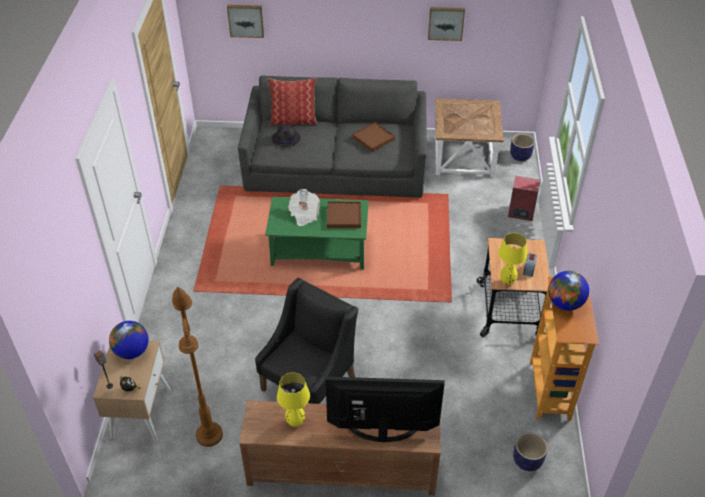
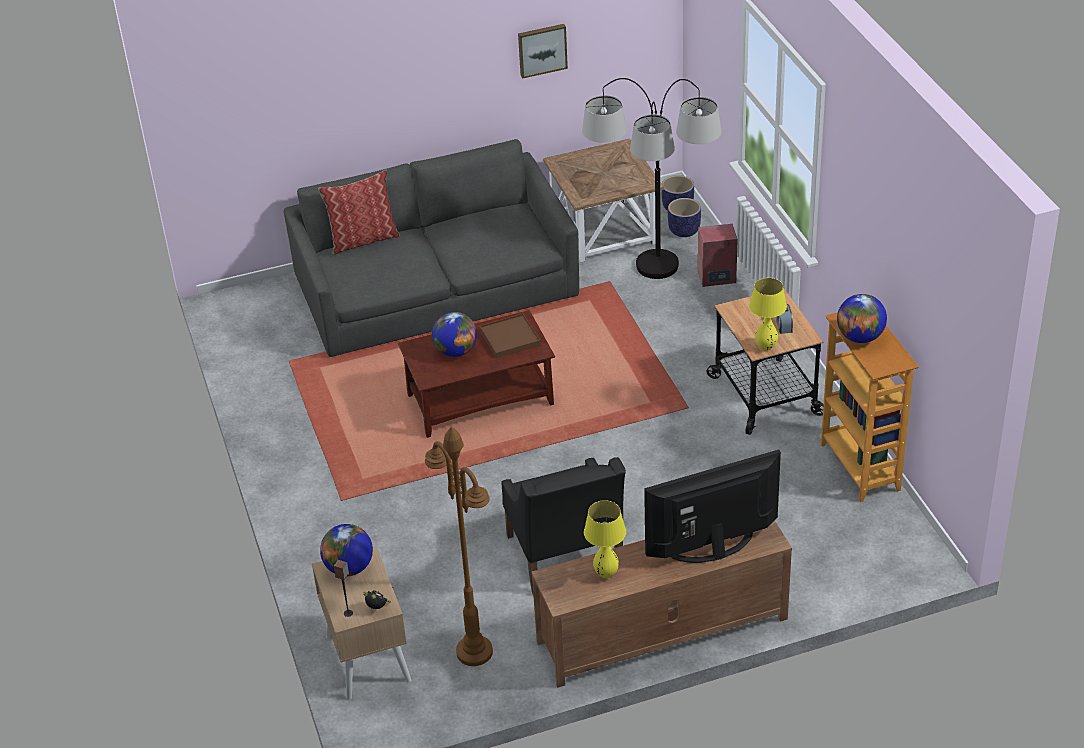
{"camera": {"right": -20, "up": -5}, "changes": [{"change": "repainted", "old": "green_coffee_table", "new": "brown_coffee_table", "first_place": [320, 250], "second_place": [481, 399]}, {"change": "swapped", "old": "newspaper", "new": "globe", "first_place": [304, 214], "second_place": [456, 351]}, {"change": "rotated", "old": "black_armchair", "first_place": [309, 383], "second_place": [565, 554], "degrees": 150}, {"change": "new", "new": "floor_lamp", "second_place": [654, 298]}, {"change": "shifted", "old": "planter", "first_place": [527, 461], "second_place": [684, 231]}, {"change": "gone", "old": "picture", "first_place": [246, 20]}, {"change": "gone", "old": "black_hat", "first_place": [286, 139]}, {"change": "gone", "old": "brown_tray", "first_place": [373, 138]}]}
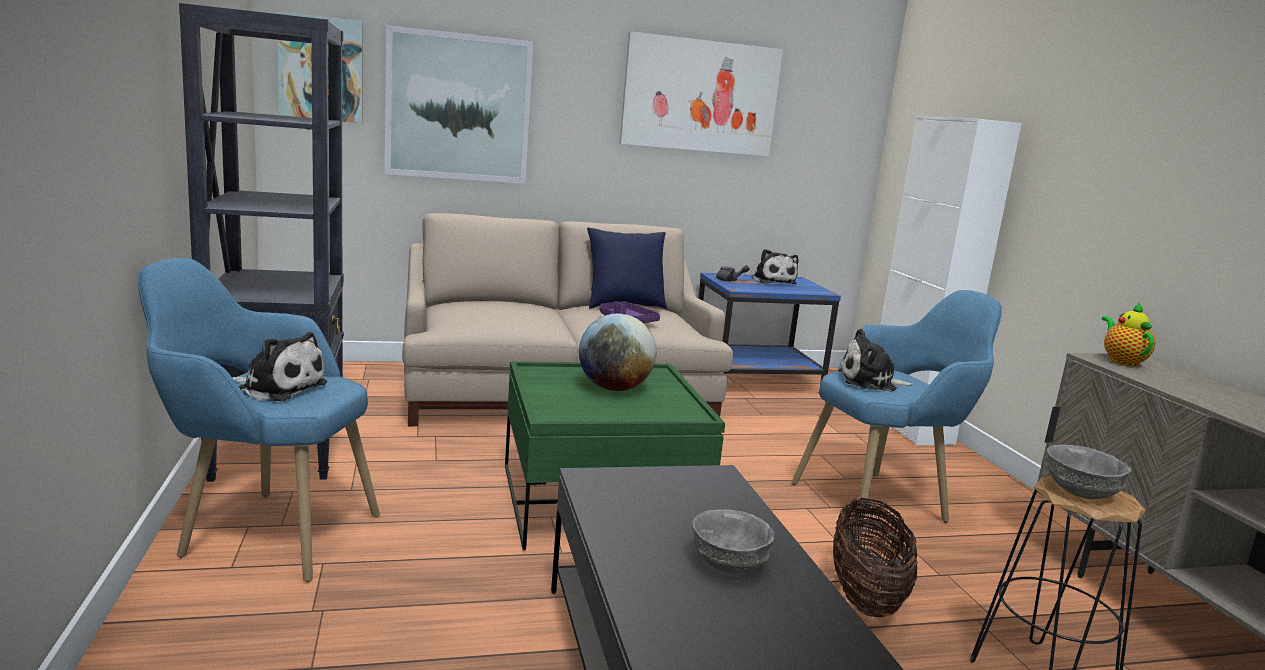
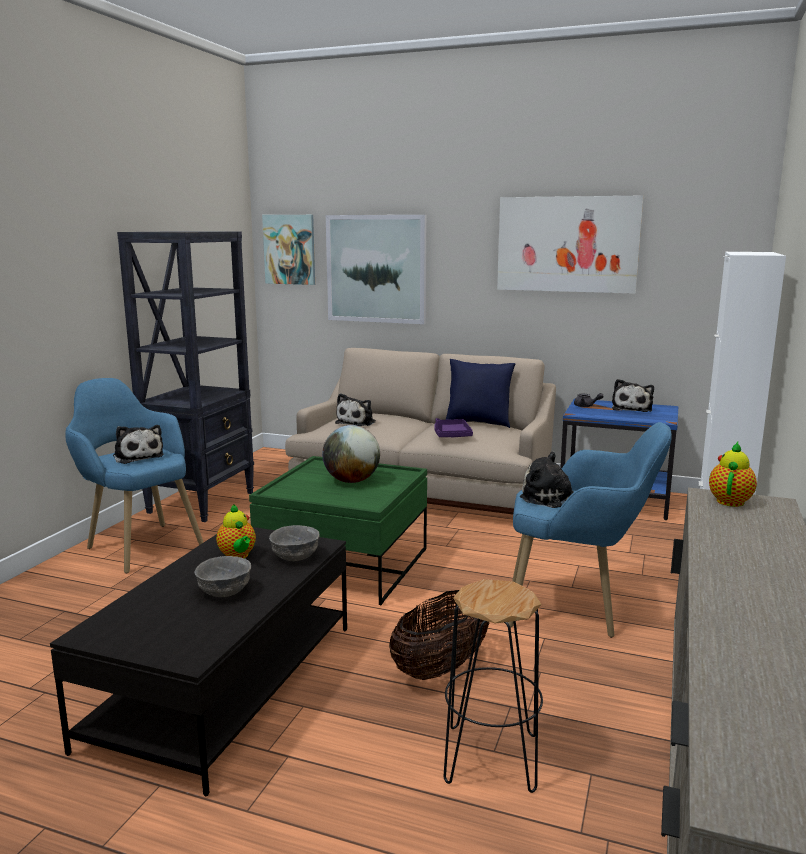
{"camera": {"right": 35, "up": 0}, "changes": [{"change": "new", "new": "teapot", "second_place": [238, 556]}, {"change": "shifted", "old": "grey_bowl", "first_place": [1081, 491], "second_place": [296, 557]}, {"change": "new", "new": "plush_toy", "second_place": [357, 422]}]}
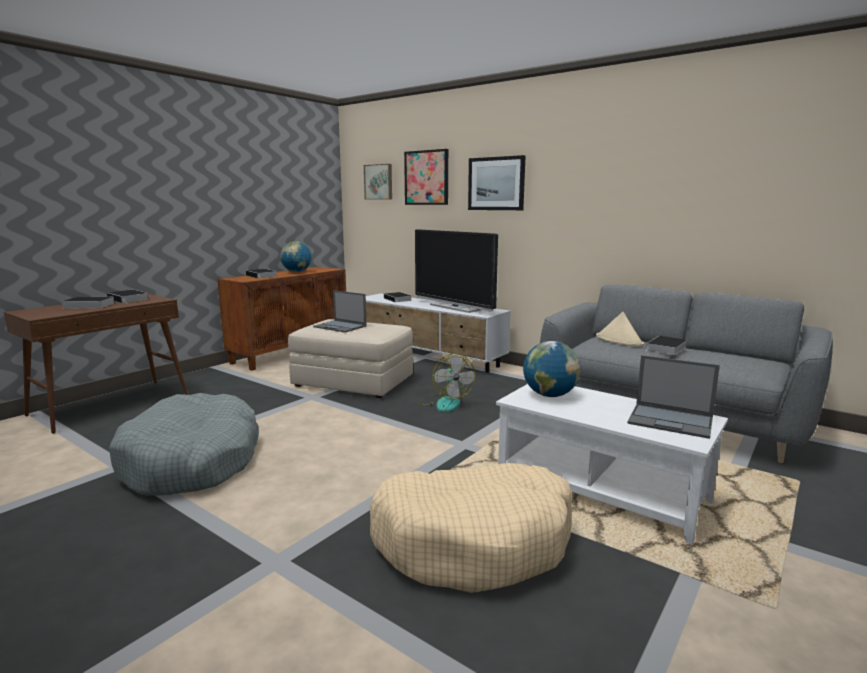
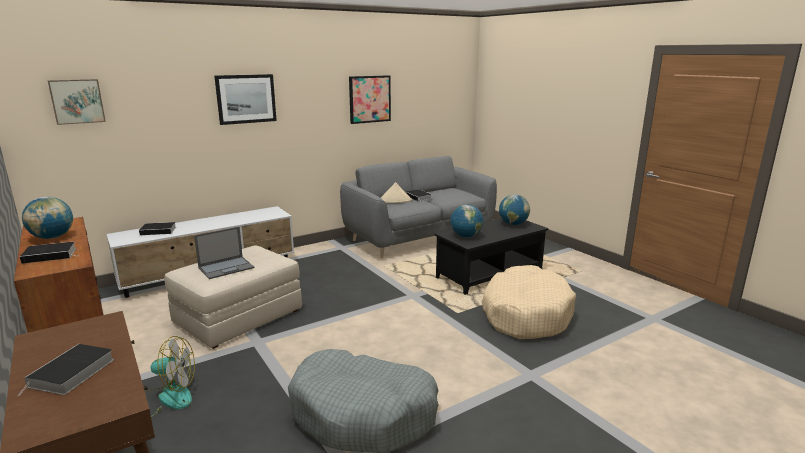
{"camera": {"right": -70, "up": 5}, "changes": [{"change": "shifted", "old": "fan", "first_place": [445, 403], "second_place": [166, 398]}, {"change": "shifted", "old": "picture", "first_place": [427, 177], "second_place": [369, 99]}, {"change": "repainted", "old": "white_coffee_table", "new": "black_coffee_table", "first_place": [601, 490], "second_place": [489, 274]}, {"change": "swapped", "old": "laptop", "new": "globe", "first_place": [671, 421], "second_place": [513, 224]}, {"change": "gone", "old": "book", "first_place": [129, 299]}, {"change": "gone", "old": "television", "first_place": [455, 307]}]}
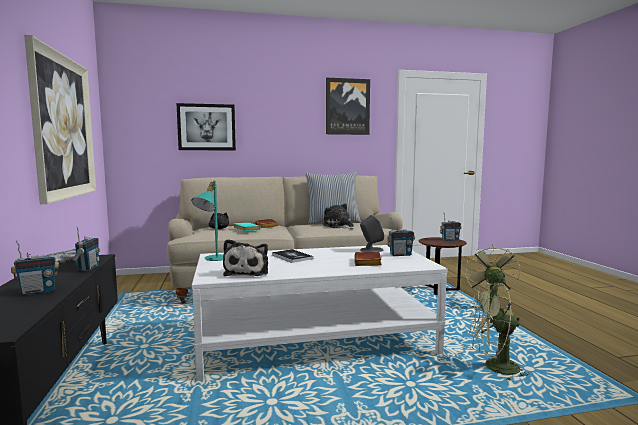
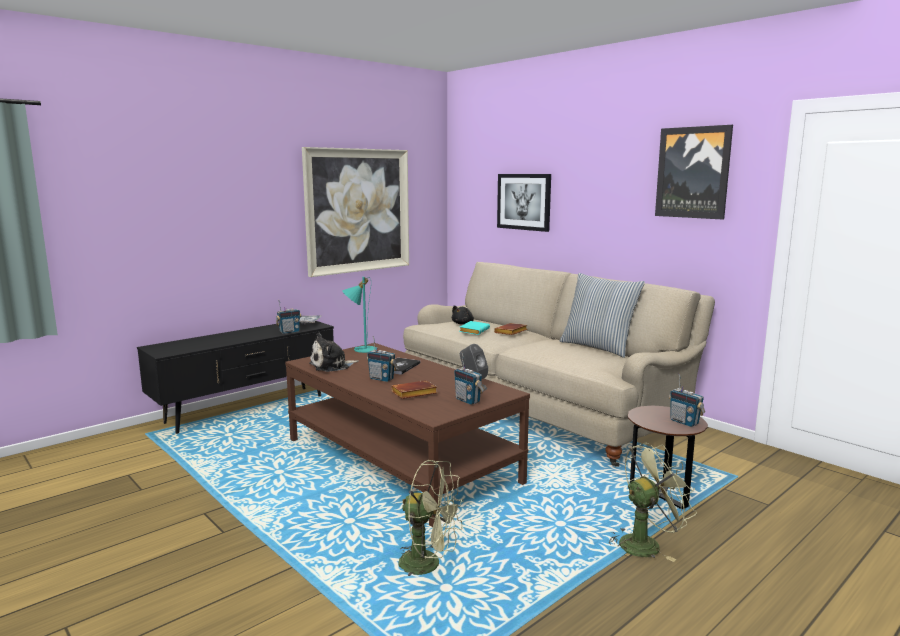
{"camera": {"right": 60, "up": 5}, "changes": [{"change": "repainted", "old": "white_coffee_table", "new": "brown_coffee_table", "first_place": [316, 341], "second_place": [400, 461]}, {"change": "shifted", "old": "radio", "first_place": [38, 291], "second_place": [382, 379]}, {"change": "rotated", "old": "green_fan", "first_place": [494, 368], "second_place": [429, 564], "degrees": 135}, {"change": "gone", "old": "plush_toy", "first_place": [339, 226]}]}
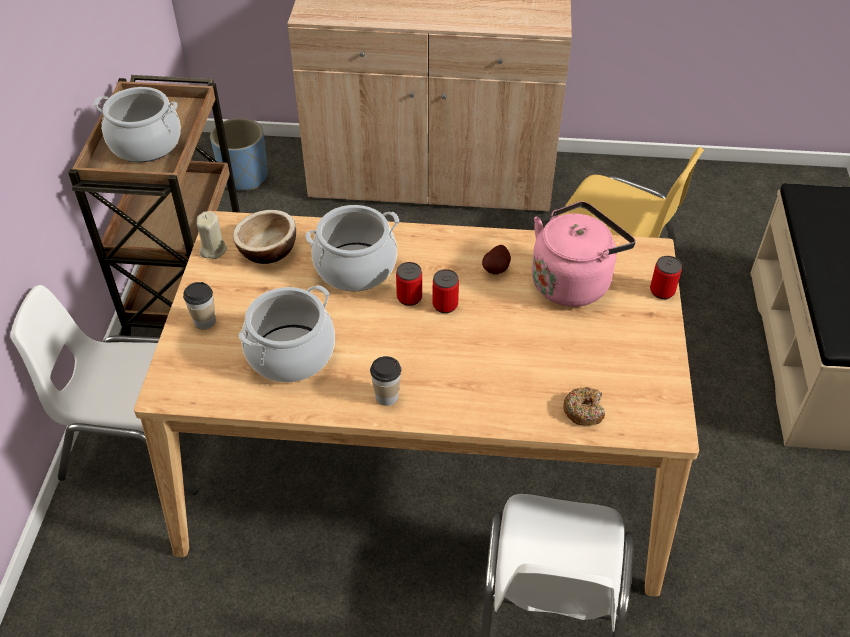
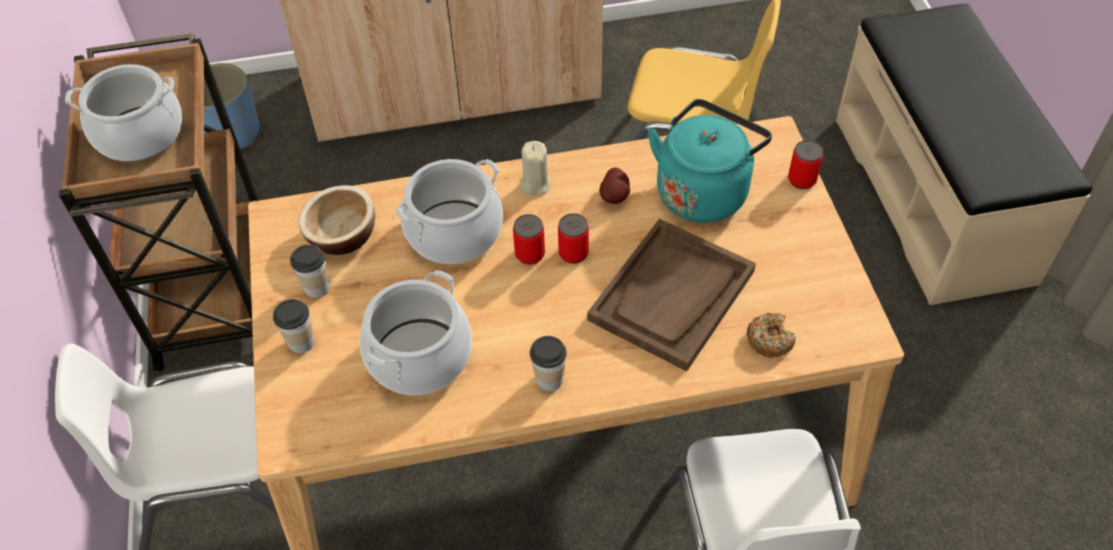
{"camera": {"right": -15, "up": 5}, "changes": [{"change": "new", "new": "cup", "second_place": [317, 287]}, {"change": "shifted", "old": "beige_candle", "first_place": [213, 250], "second_place": [535, 184]}, {"change": "new", "new": "brown_tray", "second_place": [672, 296]}, {"change": "repainted", "old": "pink_kettle", "new": "turquoise_kettle", "first_place": [573, 281], "second_place": [703, 191]}]}
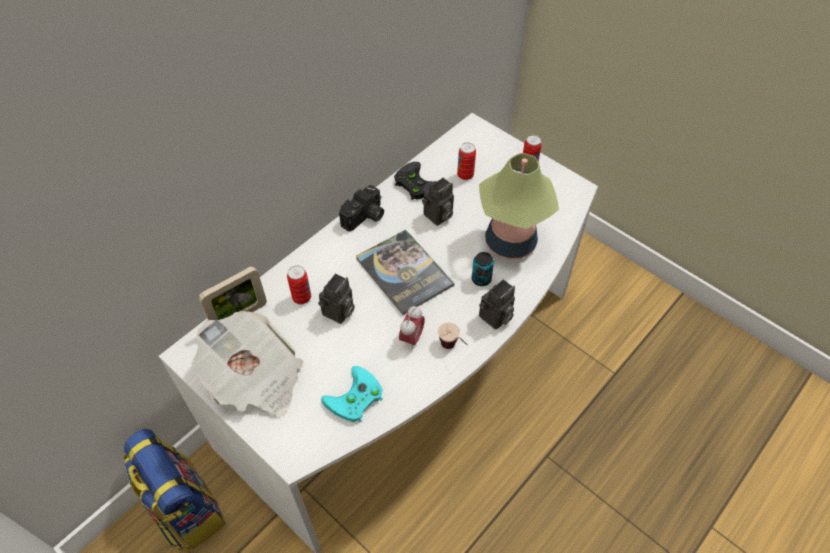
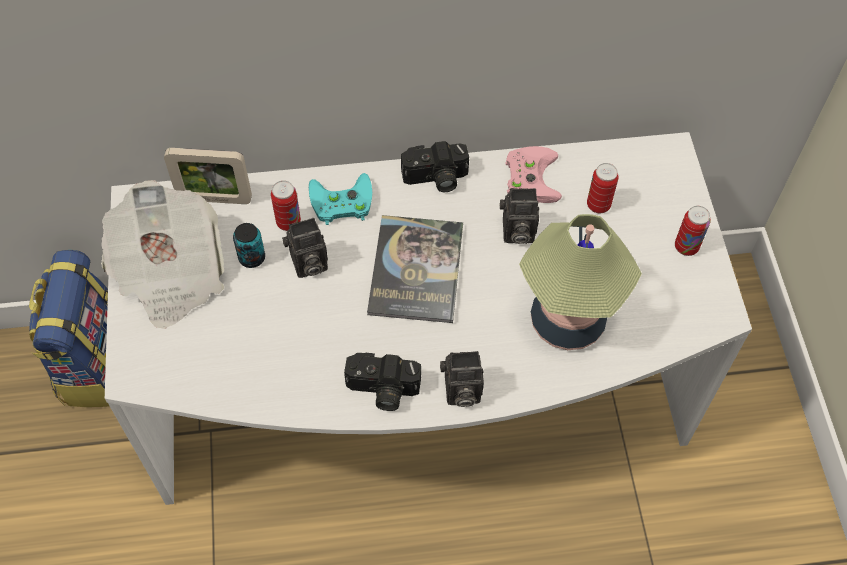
{"camera": {"right": 40, "up": 5}, "changes": [{"change": "shifted", "old": "can", "first_place": [481, 279], "second_place": [252, 258]}, {"change": "shifted", "old": "turquoise_game_controller", "first_place": [354, 399], "second_place": [340, 203]}, {"change": "swapped", "old": "cup", "new": "photo_camera", "first_place": [453, 349], "second_place": [382, 390]}, {"change": "repainted", "old": "black_game_controller", "new": "pink_game_controller", "first_place": [415, 183], "second_place": [529, 176]}, {"change": "gone", "old": "alarm_clock", "first_place": [411, 338]}]}
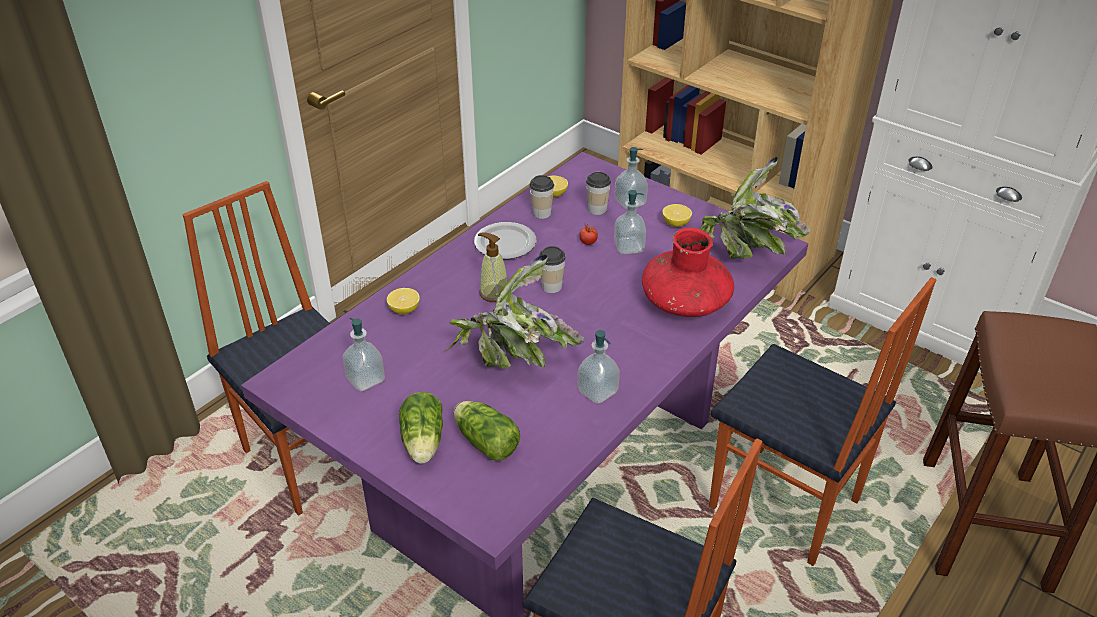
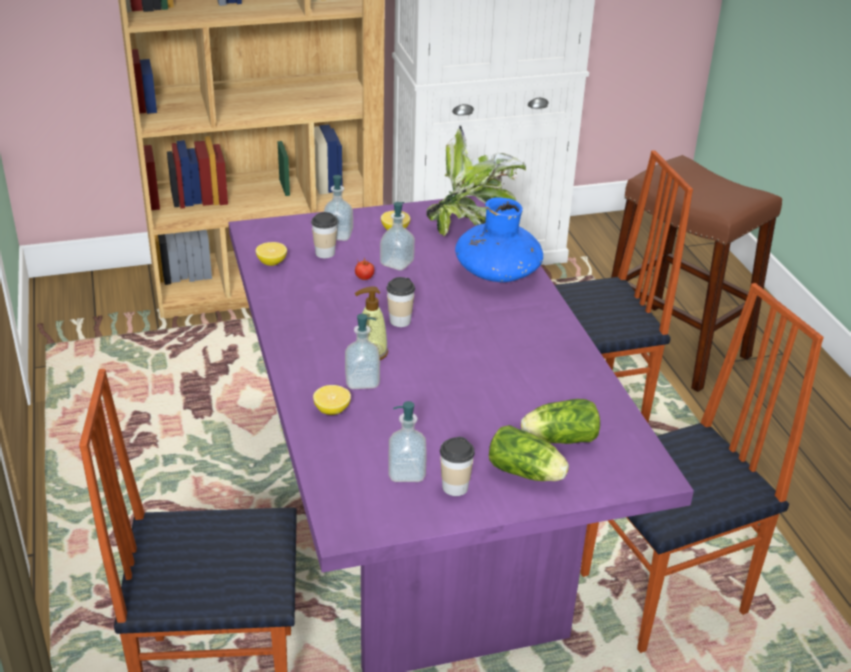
{"camera": {"right": -55, "up": -5}, "changes": [{"change": "shifted", "old": "soap_dispenser", "first_place": [597, 391], "second_place": [362, 381]}, {"change": "shifted", "old": "cup", "first_place": [541, 213], "second_place": [455, 487]}, {"change": "repainted", "old": "red_vase", "new": "blue_vase", "first_place": [685, 302], "second_place": [498, 272]}, {"change": "gone", "old": "potted_plant", "first_place": [511, 360]}, {"change": "gone", "old": "plate", "first_place": [505, 242]}]}
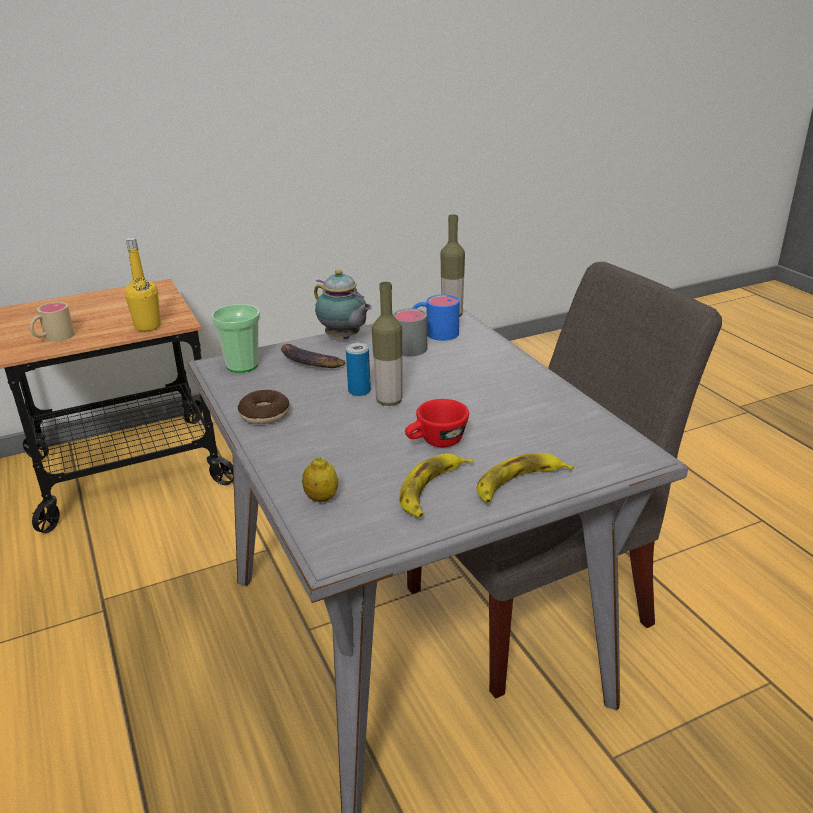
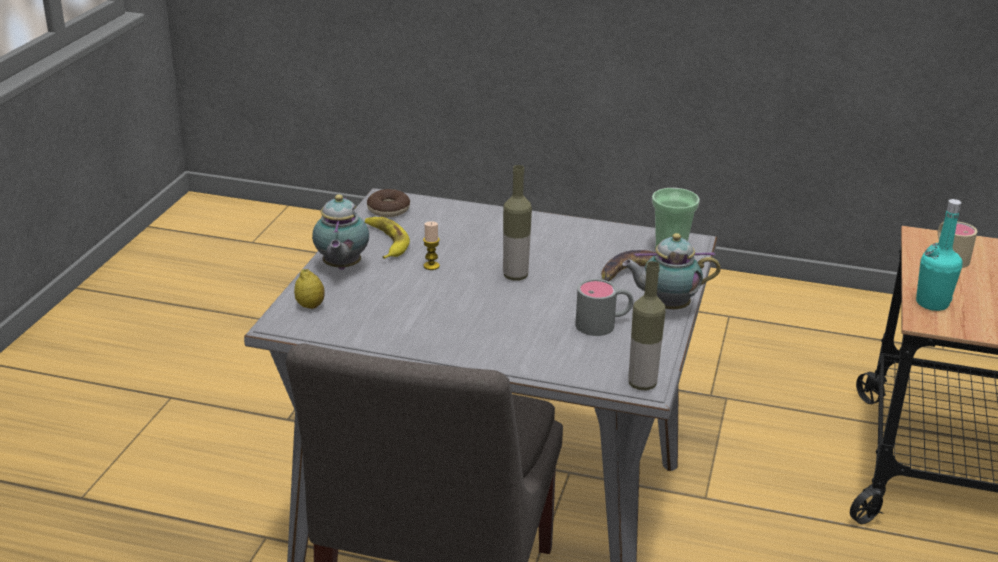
{"camera": {"right": 130, "up": 0}, "changes": [{"change": "shifted", "old": "lemon", "first_place": [321, 498], "second_place": [310, 306]}, {"change": "swapped", "old": "banana", "new": "teapot", "first_place": [518, 483], "second_place": [341, 267]}, {"change": "shifted", "old": "donut", "first_place": [264, 414], "second_place": [388, 210]}, {"change": "swapped", "old": "red_cup", "new": "candle", "first_place": [436, 442], "second_place": [431, 266]}, {"change": "repainted", "old": "yellow_bottle", "new": "turquoise_bottle", "first_place": [147, 326], "second_place": [932, 303]}, {"change": "gone", "old": "can", "first_place": [359, 391]}, {"change": "gone", "old": "blue_mug", "first_place": [434, 333]}]}
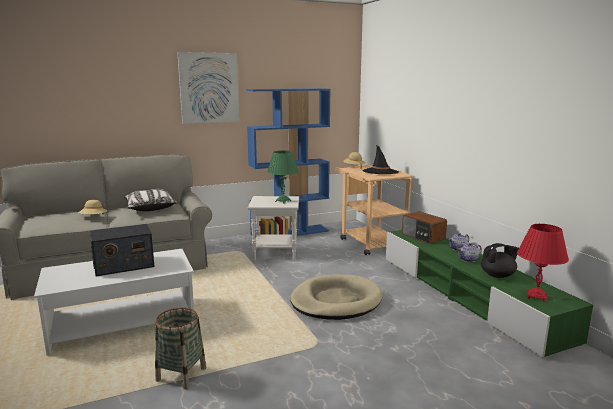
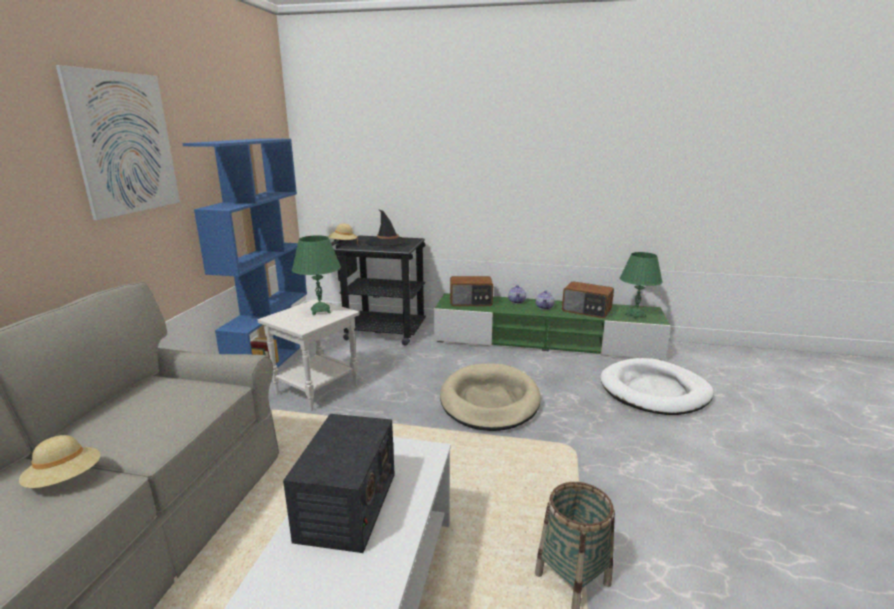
{"camera": {"right": -55, "up": 5}, "changes": [{"change": "repainted", "old": "beige_cart", "new": "black_cart", "first_place": [369, 242], "second_place": [377, 331]}, {"change": "swapped", "old": "black_teapot", "new": "radio", "first_place": [498, 275], "second_place": [586, 311]}, {"change": "new", "new": "white_dog_bed", "second_place": [654, 391]}, {"change": "repainted", "old": "red_table_lamp", "new": "green_table_lamp", "first_place": [536, 297], "second_place": [635, 315]}, {"change": "gone", "old": "pillow", "first_place": [150, 208]}]}
